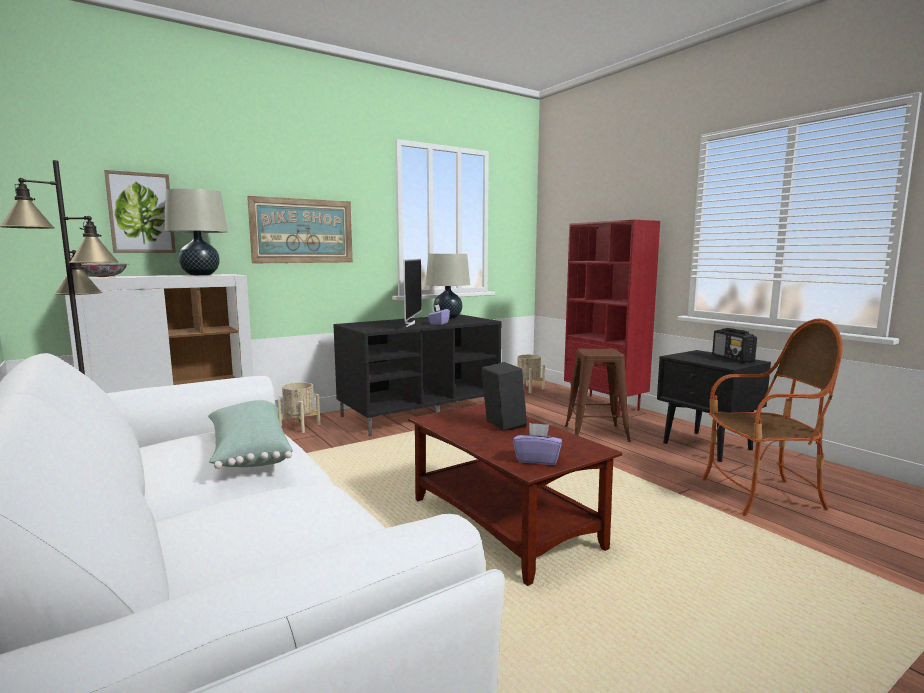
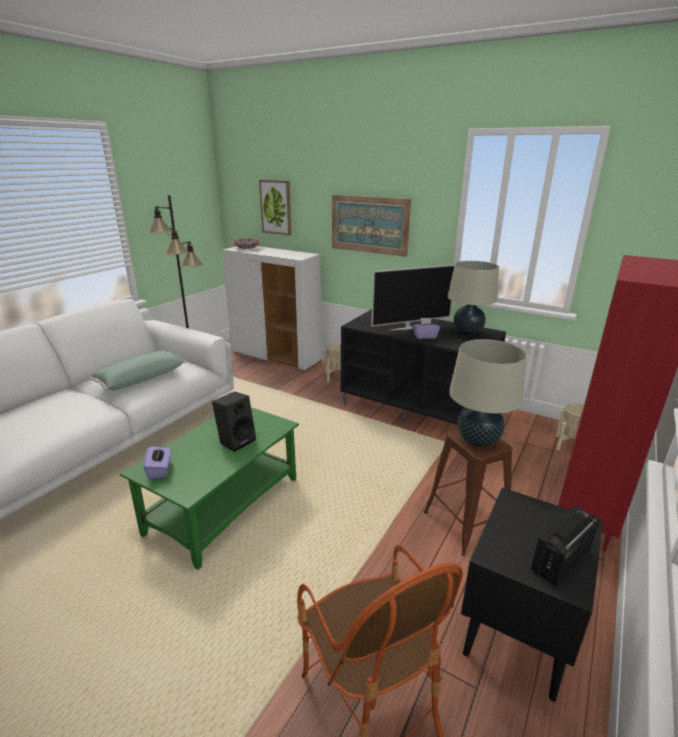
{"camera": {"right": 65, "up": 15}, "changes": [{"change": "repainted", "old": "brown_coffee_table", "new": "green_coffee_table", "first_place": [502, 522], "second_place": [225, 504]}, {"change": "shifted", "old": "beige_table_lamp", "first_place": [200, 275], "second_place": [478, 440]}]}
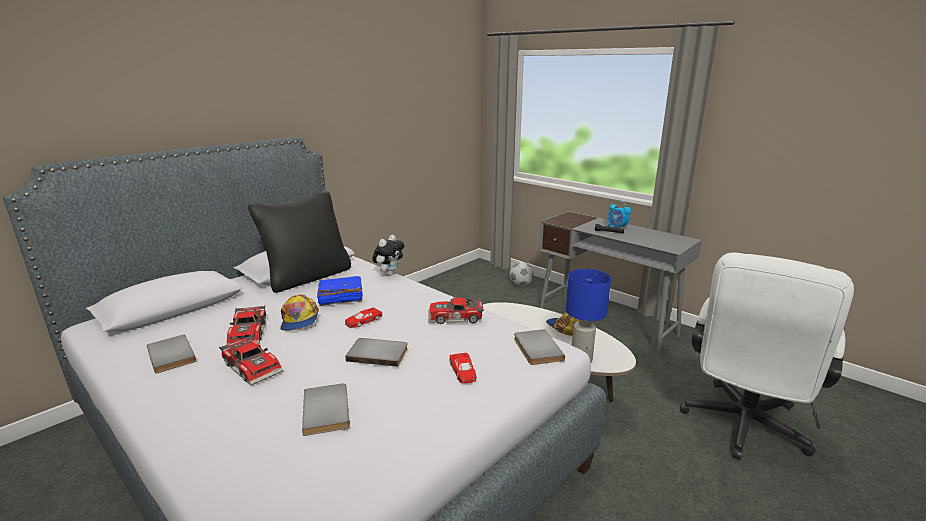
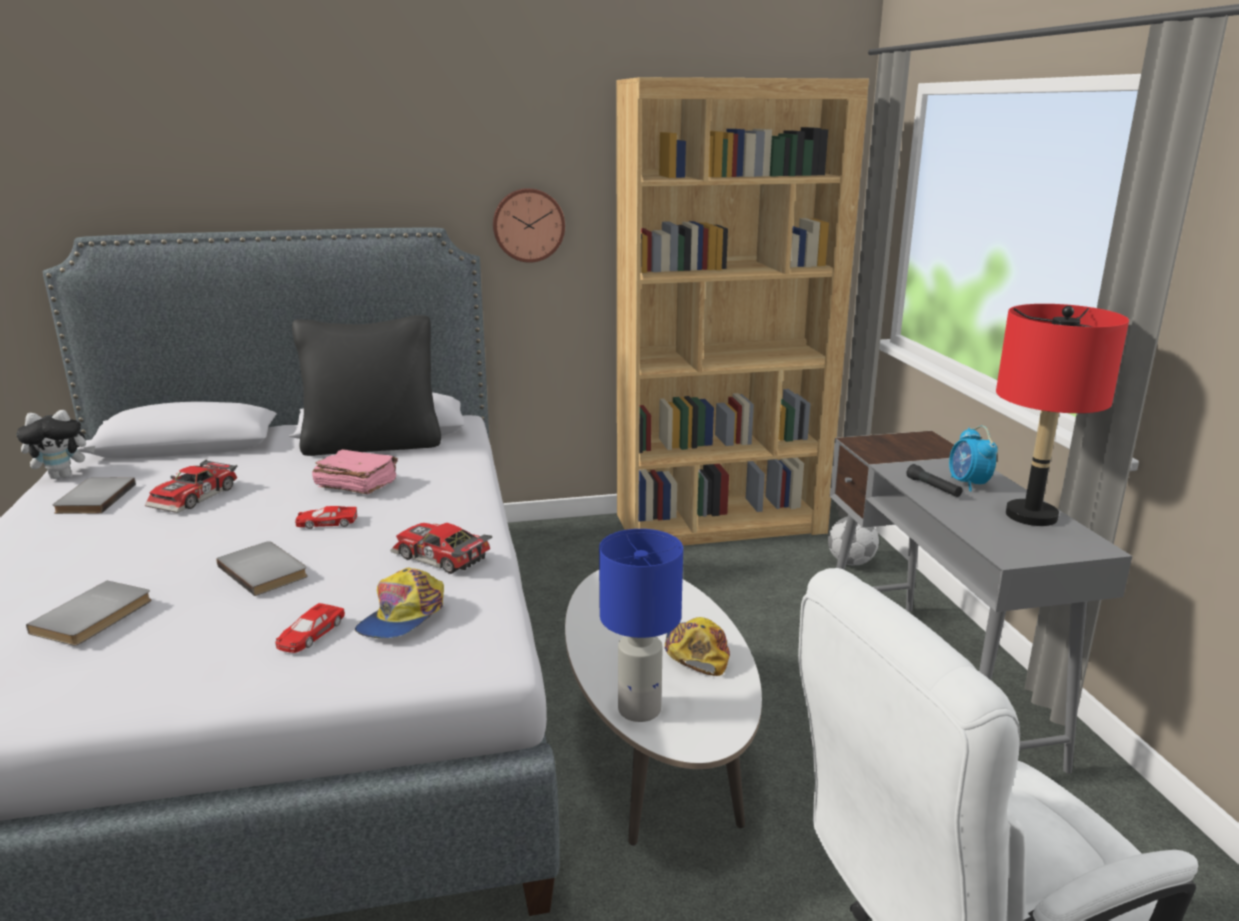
{"camera": {"right": 35, "up": 0}, "changes": [{"change": "shifted", "old": "plush_toy", "first_place": [389, 274], "second_place": [63, 476]}, {"change": "repainted", "old": "blue_book", "new": "pink_book", "first_place": [340, 298], "second_place": [356, 484]}, {"change": "shifted", "old": "cap", "first_place": [299, 319], "second_place": [403, 617]}, {"change": "new", "new": "wall_clock", "second_place": [528, 225]}, {"change": "new", "new": "brown_bookcase", "second_place": [721, 523]}, {"change": "new", "new": "red_table_lamp", "second_place": [1030, 516]}, {"change": "gone", "old": "toy_car", "first_place": [254, 366]}, {"change": "gone", "old": "grey_book", "first_place": [536, 349]}]}
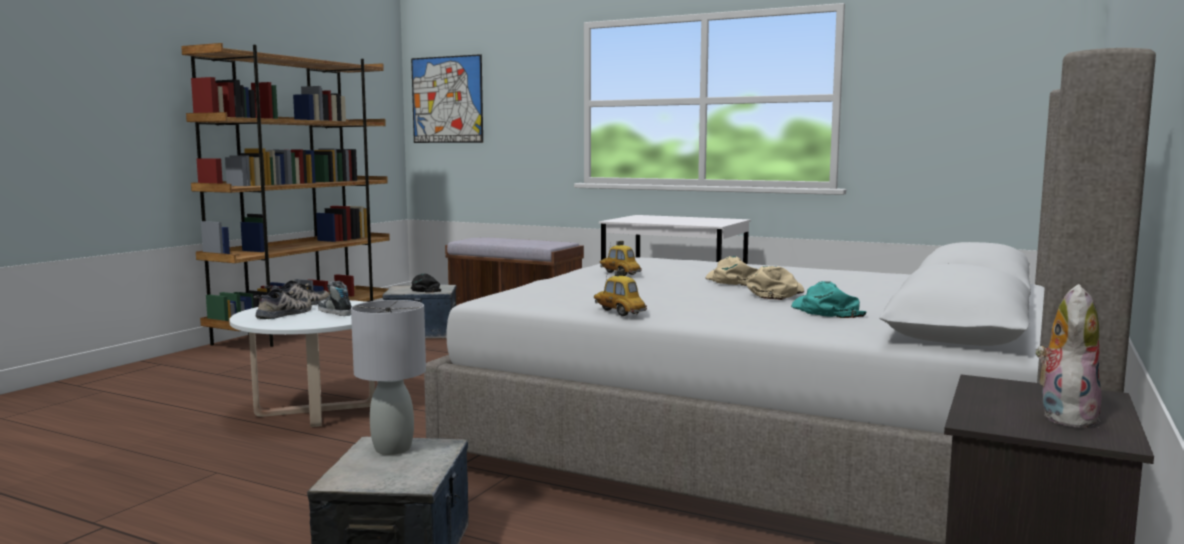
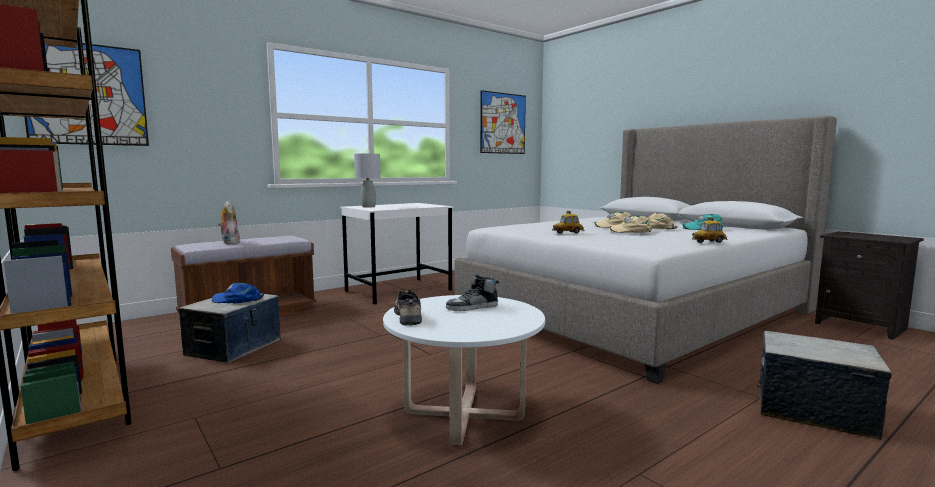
{"camera": {"right": -65, "up": 0}, "changes": [{"change": "repainted", "old": "black_cap", "new": "blue_cap", "first_place": [425, 289], "second_place": [237, 299]}, {"change": "shifted", "old": "plush_toy", "first_place": [1064, 416], "second_place": [229, 243]}, {"change": "shifted", "old": "grey_table_lamp", "first_place": [392, 448], "second_place": [368, 207]}, {"change": "new", "new": "picture", "second_place": [503, 123]}, {"change": "new", "new": "beige_cap", "second_place": [631, 231]}, {"change": "gone", "old": "shoe", "first_place": [285, 314]}]}
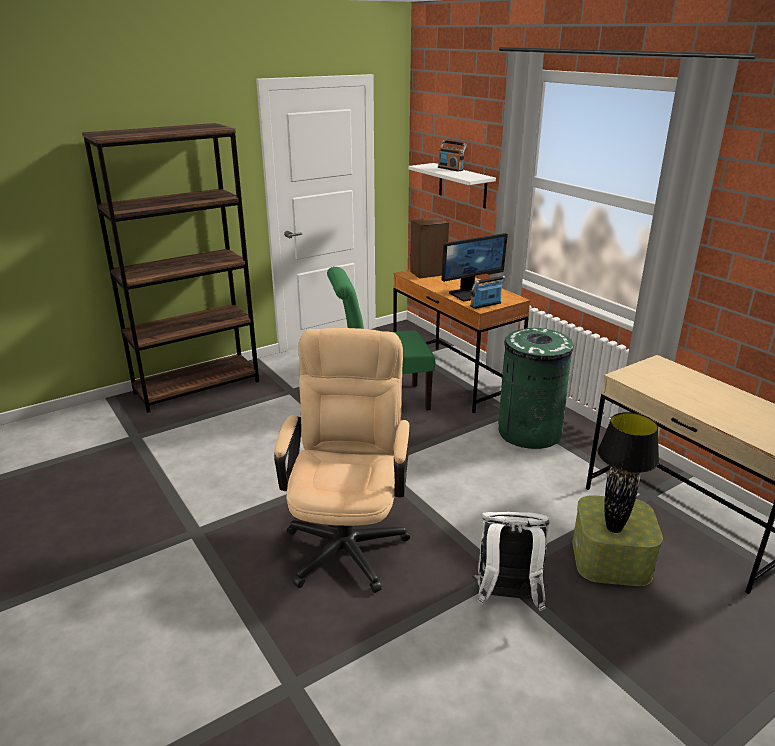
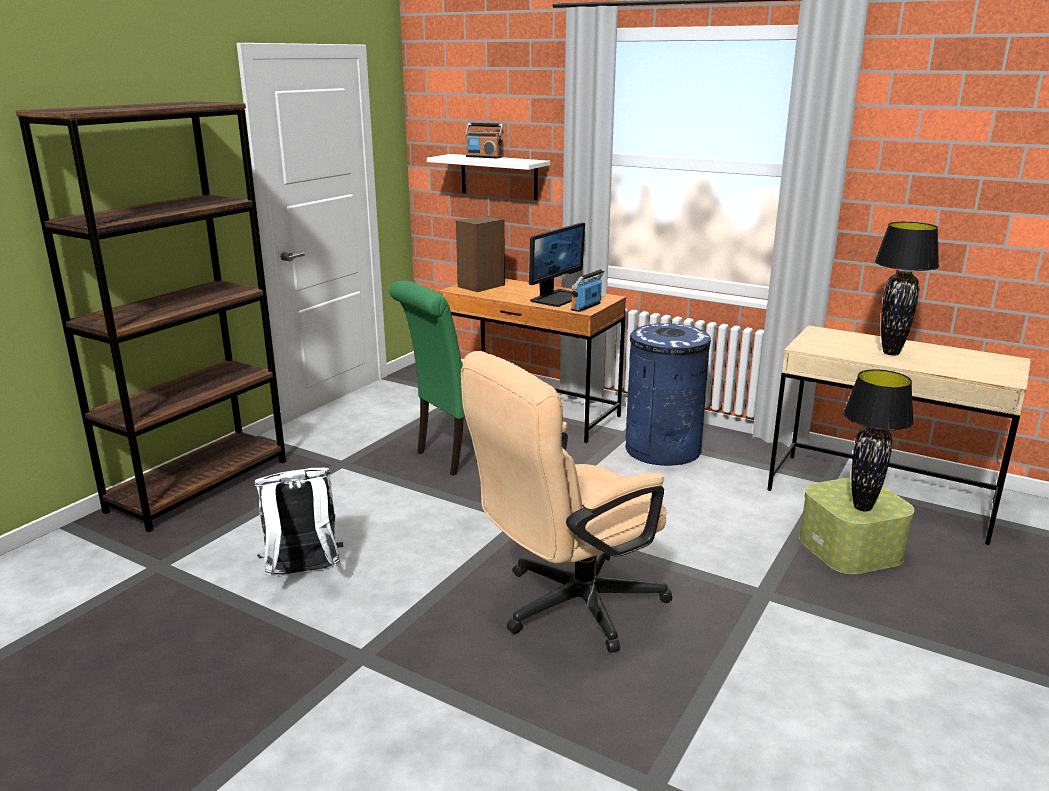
{"camera": {"right": -25, "up": -5}, "changes": [{"change": "shifted", "old": "white_backpack", "first_place": [507, 598], "second_place": [303, 574]}, {"change": "rotated", "old": "beige_office_chair", "first_place": [348, 539], "second_place": [567, 607], "degrees": -105}, {"change": "repainted", "old": "green_trash_can", "new": "blue_trash_can", "first_place": [529, 432], "second_place": [662, 449]}, {"change": "new", "new": "black_table_lamp", "second_place": [891, 353]}]}
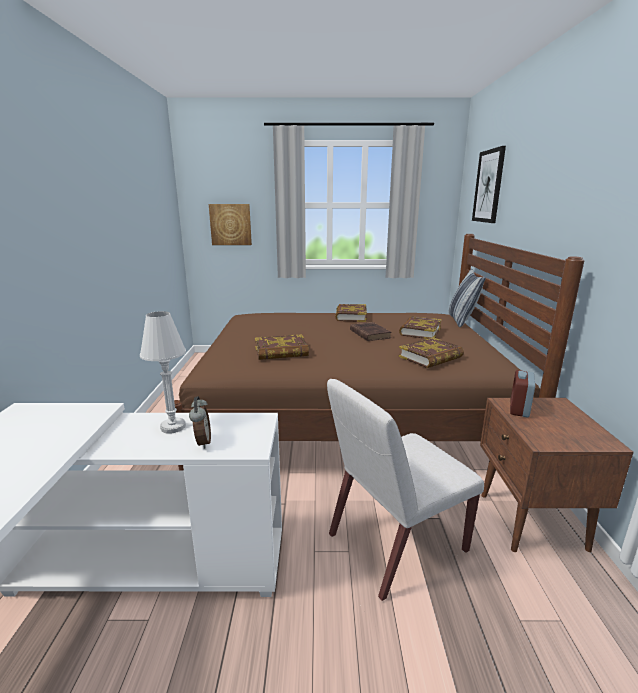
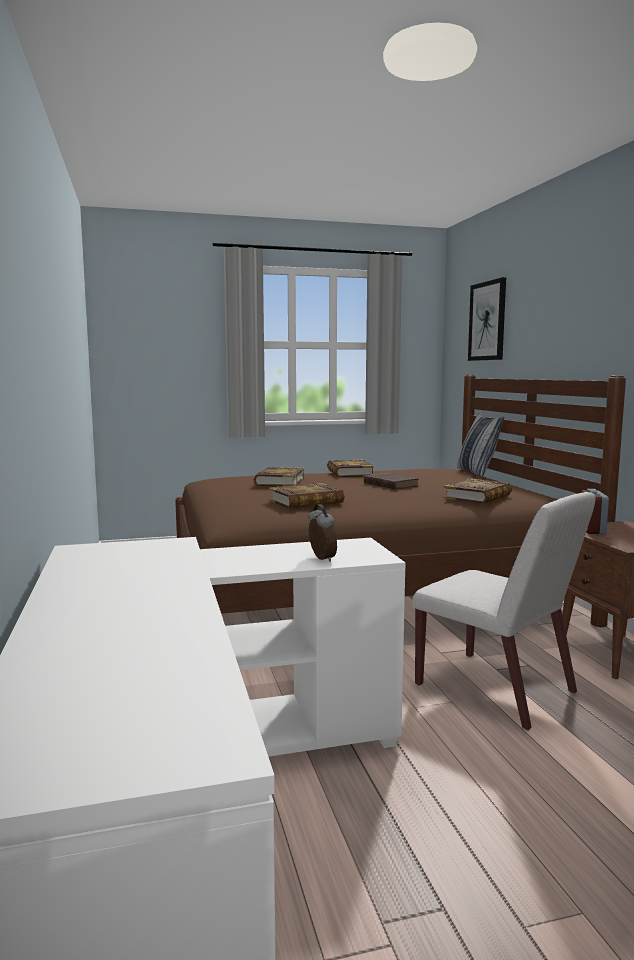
{"camera": {"right": -15, "up": -10}, "changes": [{"change": "shifted", "old": "book", "first_place": [420, 331], "second_place": [279, 482]}, {"change": "rotated", "old": "white_chair", "first_place": [395, 543], "second_place": [497, 689], "degrees": -90}, {"change": "gone", "old": "white_table_lamp", "first_place": [173, 427]}, {"change": "gone", "old": "picture", "first_place": [230, 224]}]}
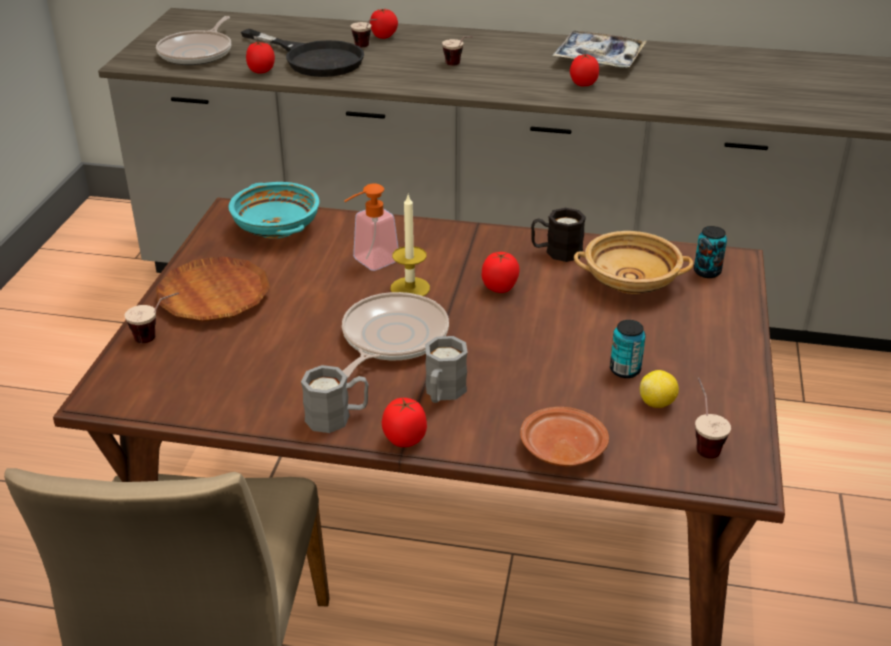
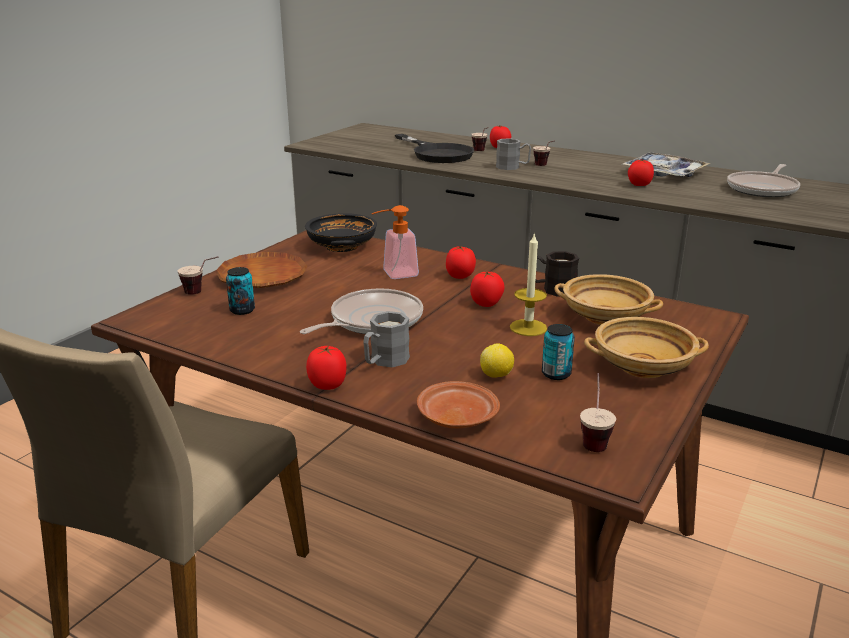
{"camera": {"right": 20, "up": -10}, "changes": [{"change": "shifted", "old": "can", "first_place": [707, 272], "second_place": [242, 310]}, {"change": "repainted", "old": "turquoise_bowl", "new": "black_bowl", "first_place": [277, 228], "second_place": [342, 246]}, {"change": "shifted", "old": "tomato", "first_place": [262, 71], "second_place": [460, 277]}, {"change": "shifted", "old": "lemon", "first_place": [657, 403], "second_place": [496, 375]}, {"change": "shifted", "old": "grey_mug", "first_place": [337, 417], "second_place": [512, 167]}, {"change": "shifted", "old": "candle", "first_place": [410, 288], "second_place": [528, 327]}, {"change": "new", "new": "beige_bowl", "second_place": [642, 367]}, {"change": "shifted", "old": "frying_pan", "first_place": [198, 52], "second_place": [763, 189]}]}
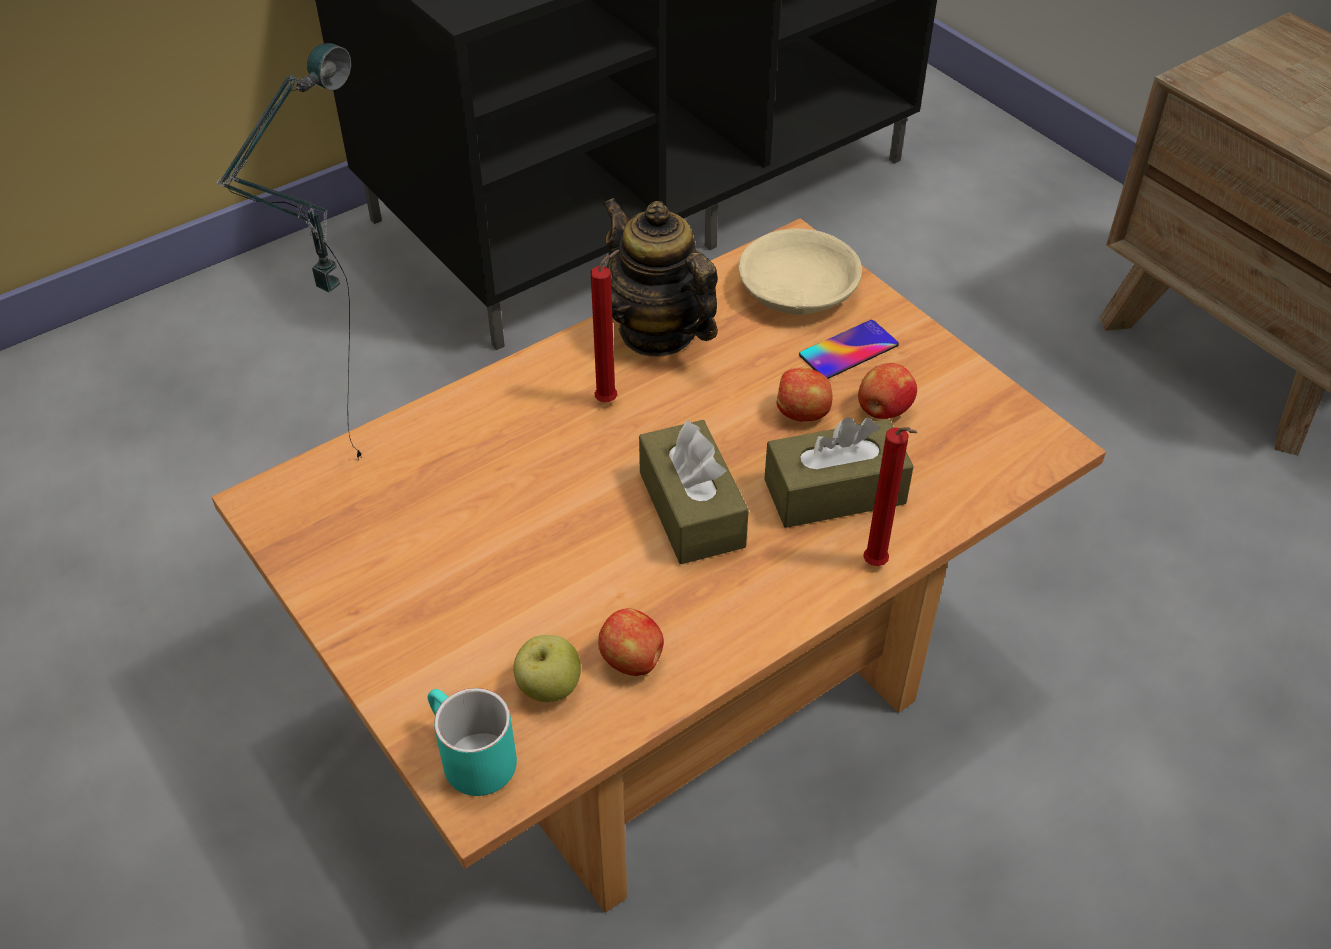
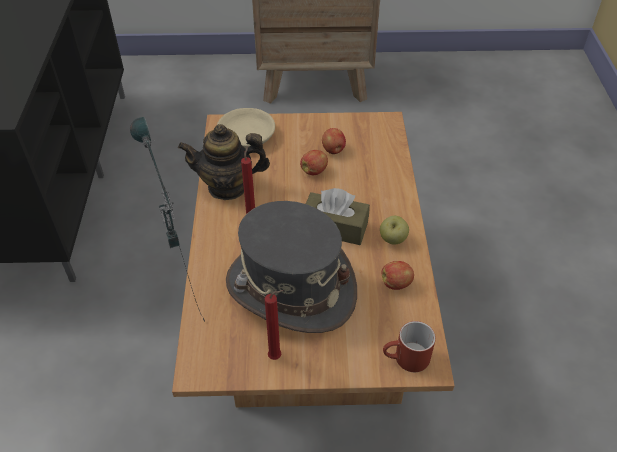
{"camera": {"right": -55, "up": 0}, "changes": [{"change": "new", "new": "grey_hat", "second_place": [290, 288]}, {"change": "shifted", "old": "red_candle", "first_place": [877, 566], "second_place": [277, 357]}, {"change": "shifted", "old": "apple", "first_place": [549, 687], "second_place": [393, 240]}, {"change": "repainted", "old": "turquoise_mug", "new": "red_mug", "first_place": [468, 756], "second_place": [406, 359]}, {"change": "gone", "old": "brown_tissue_box", "first_place": [834, 491]}, {"change": "gone", "old": "phone", "first_place": [848, 350]}]}
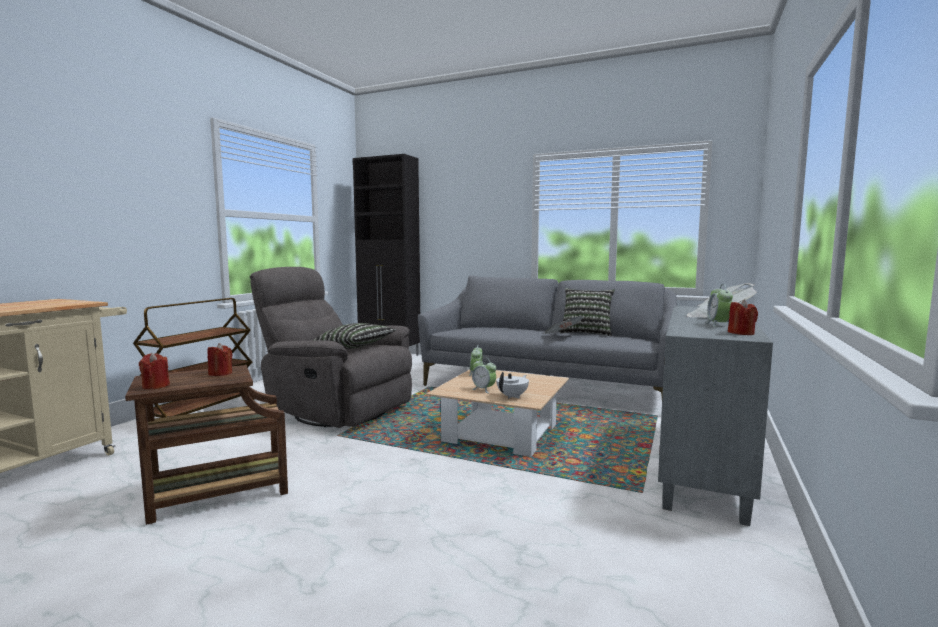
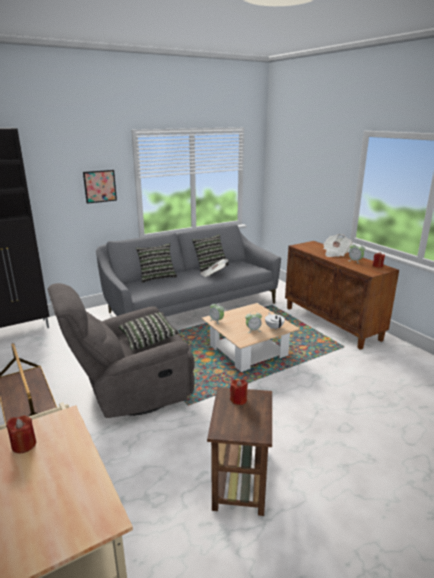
{"camera": {"right": -55, "up": 15}, "changes": [{"change": "shifted", "old": "red_candle", "first_place": [156, 386], "second_place": [24, 445]}, {"change": "new", "new": "picture", "second_place": [100, 186]}, {"change": "new", "new": "pillow", "second_place": [157, 277]}, {"change": "repainted", "old": "grey_cabinet", "new": "brown_cabinet", "first_place": [703, 466], "second_place": [332, 323]}]}
